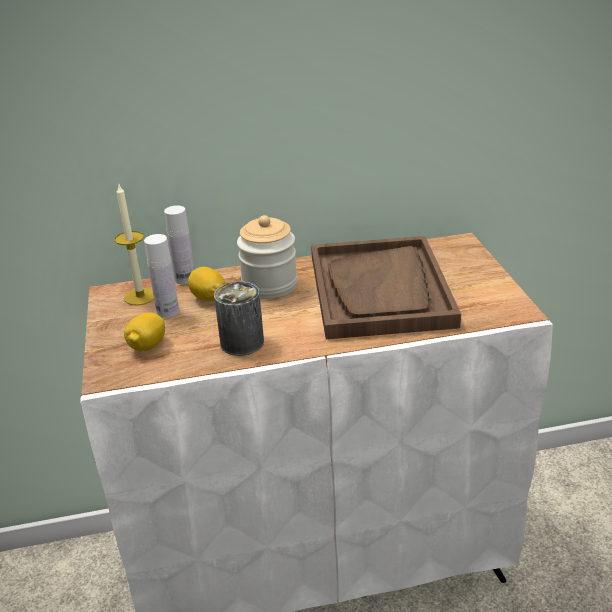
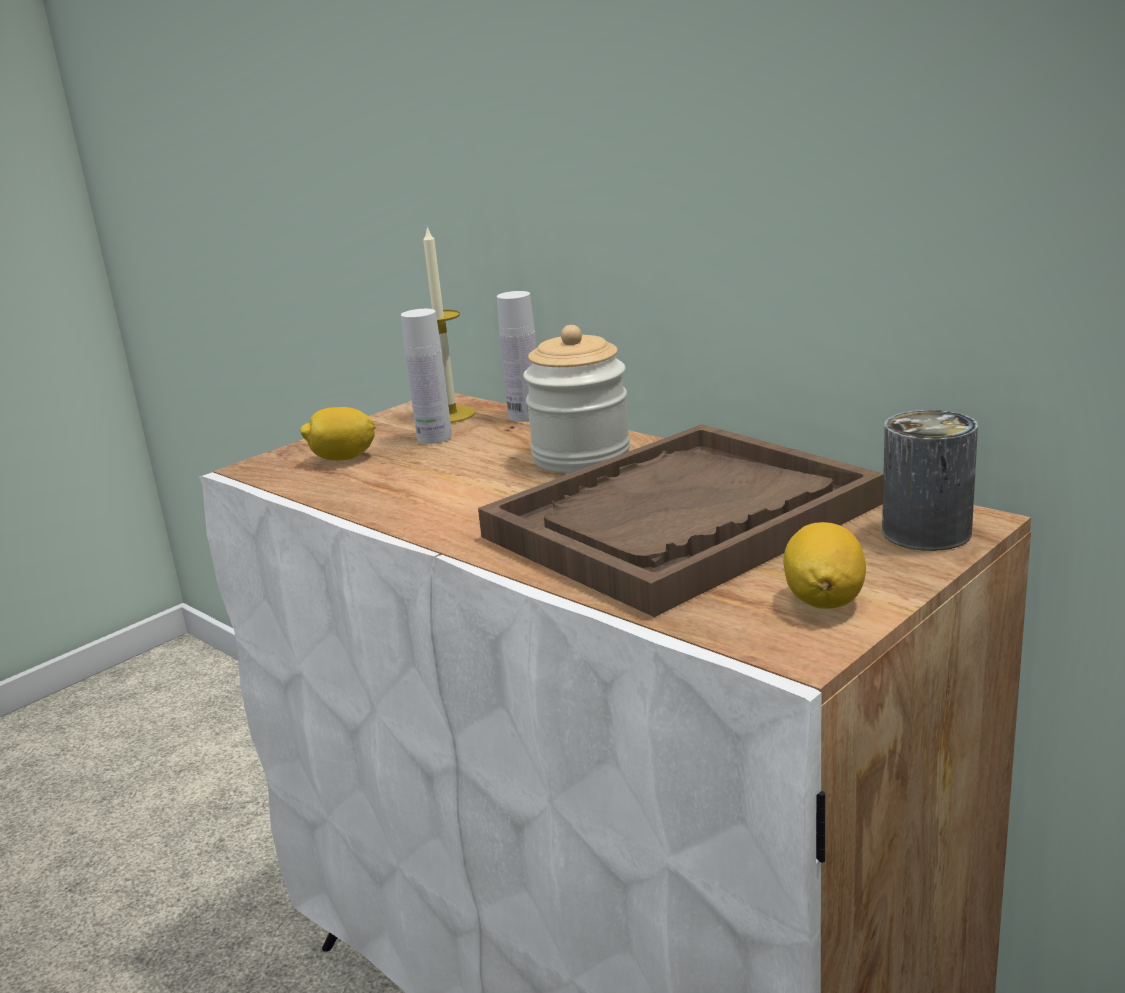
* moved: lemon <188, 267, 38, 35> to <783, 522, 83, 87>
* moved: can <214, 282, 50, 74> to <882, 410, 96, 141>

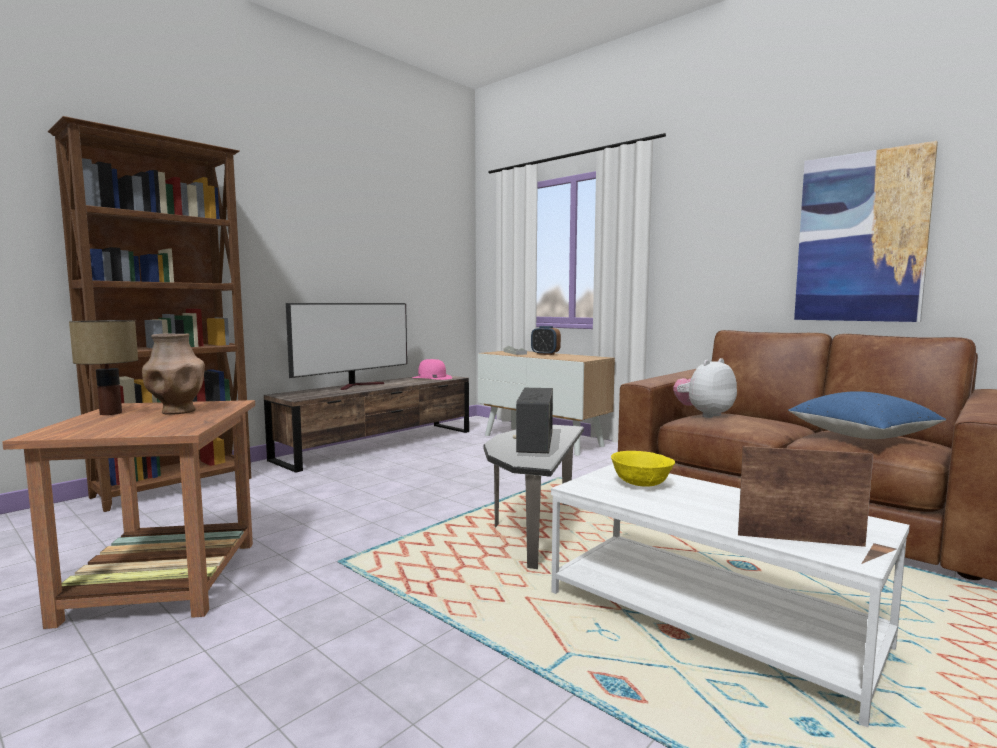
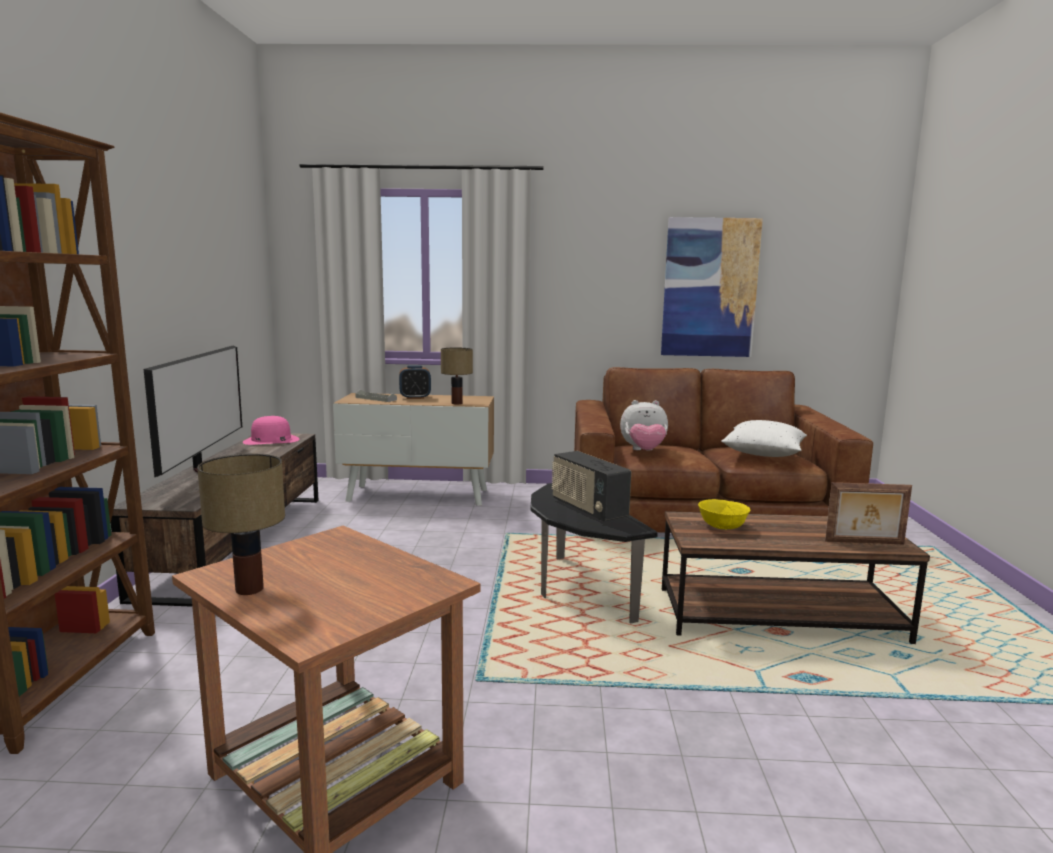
* added: table lamp <441, 347, 32, 57>
* turned: plush toy <673, 358, 64, 60> = <620, 400, 48, 51> 105 degrees counterclockwise
* recoloured: white coffee table <551, 464, 359, 263> to brown coffee table <662, 511, 268, 133>
* recoloured: blue pillow <788, 391, 158, 48> to white pillow <721, 420, 86, 37>
* turned: picture frame <738, 446, 135, 101> = <825, 482, 87, 62> 150 degrees counterclockwise
* removed: brown vase <142, 334, 63, 81>

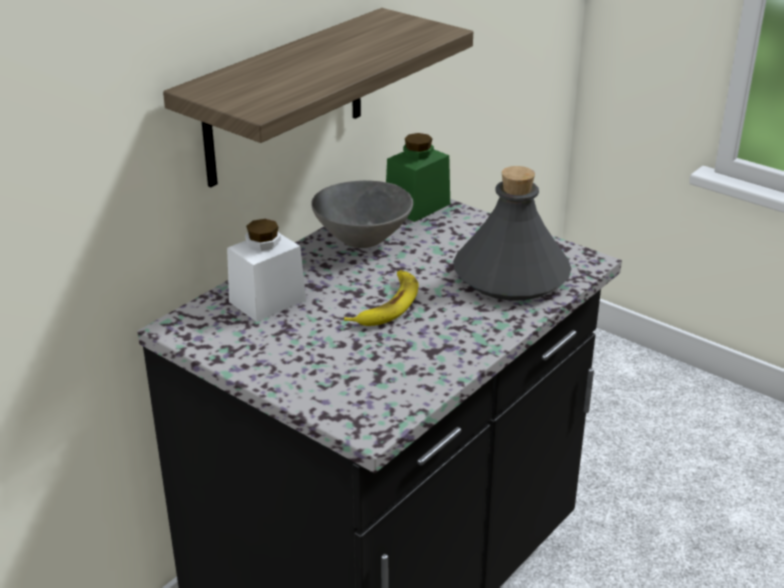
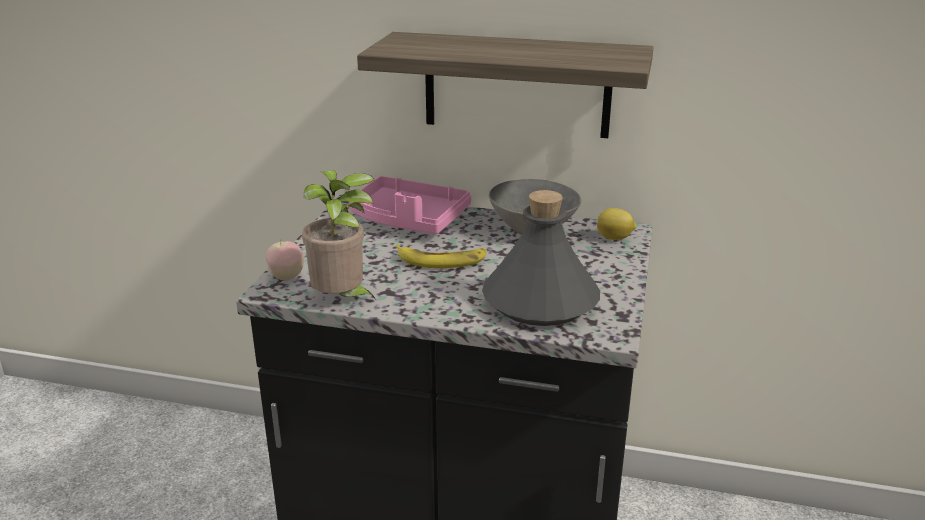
* added: apple <266, 240, 38, 40>
* added: potted plant <302, 171, 73, 127>
* replaced: white jar <227, 219, 79, 103> to pink tray <349, 176, 122, 58>
* replaced: green jar <386, 133, 64, 89> to lemon <597, 208, 39, 32>

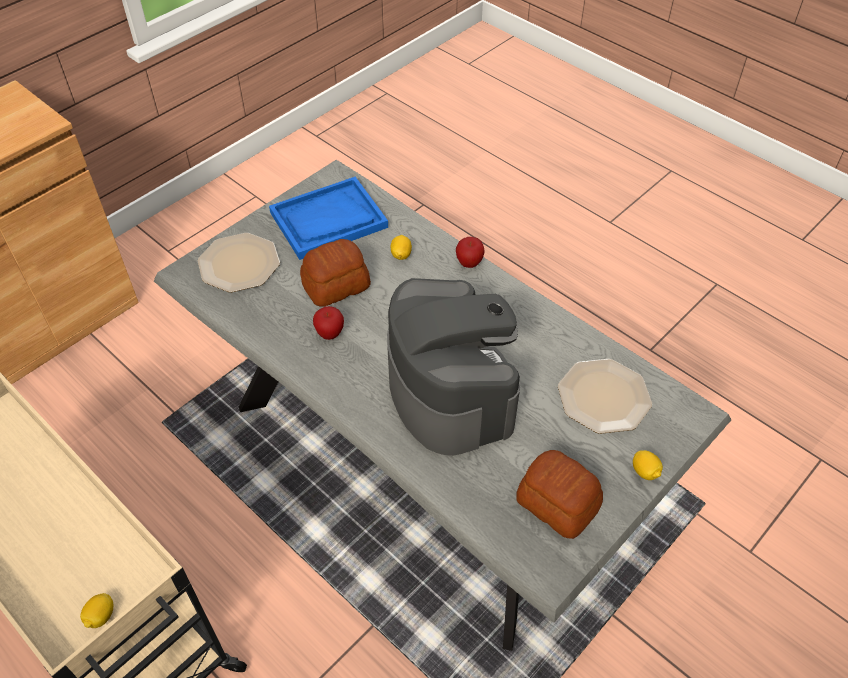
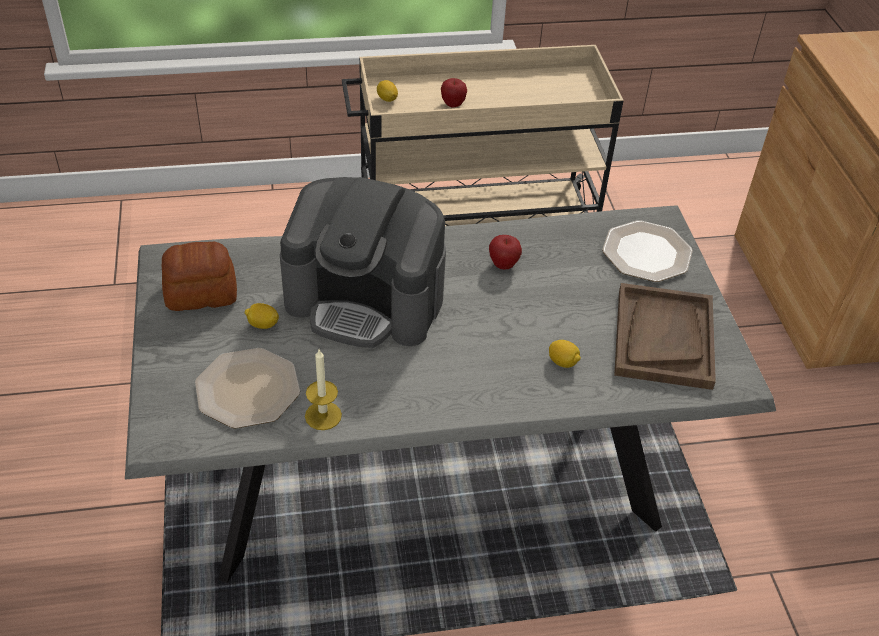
* moved: lemon <633, 450, 30, 30> to <245, 303, 34, 26>
* added: candle <305, 350, 37, 80>
* moved: apple <456, 237, 29, 31> to <441, 78, 26, 30>
* recoloured: blue tray <269, 177, 119, 83> to brown tray <614, 283, 102, 107>
* removed: bread <300, 239, 71, 68>

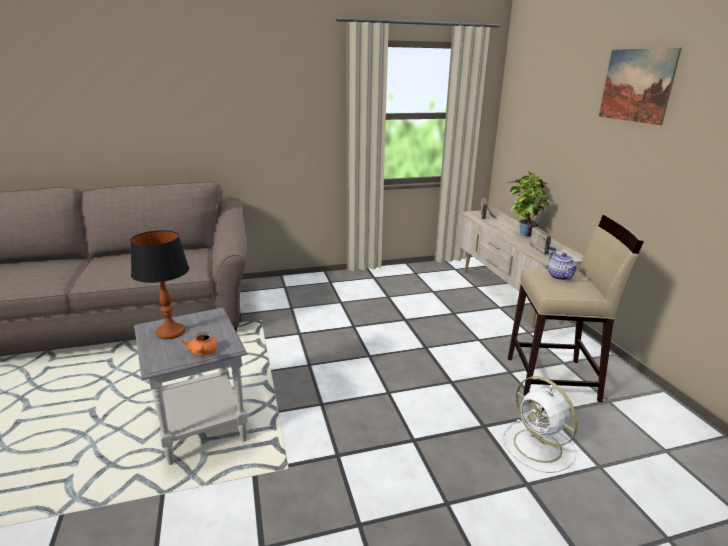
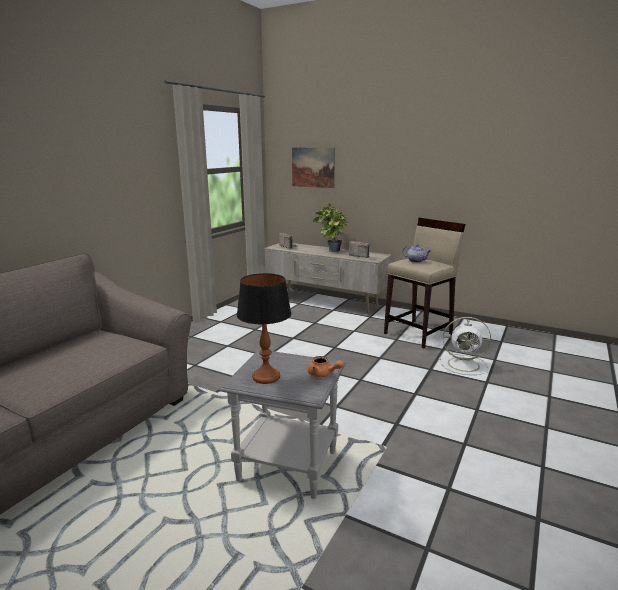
* moved: picture <599, 48, 82, 77> to <292, 148, 43, 40>

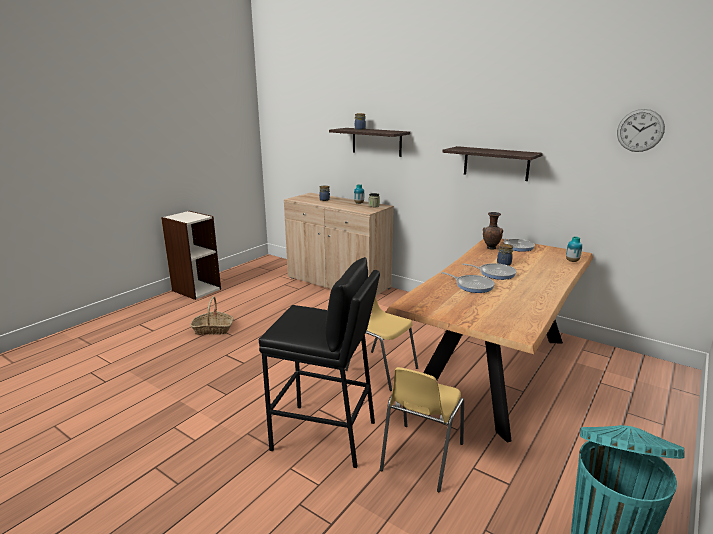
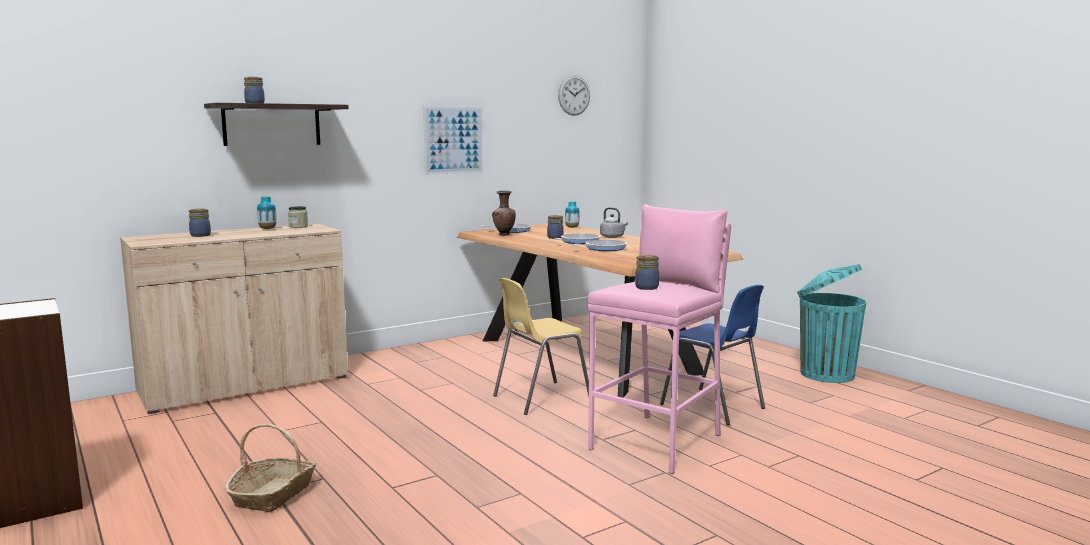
* replaced: shelf <442, 146, 101, 35> to picture <423, 106, 61, 69>
* recoloured: black stool <259, 257, 121, 211> to pink stool <587, 204, 144, 270>
* added: grey kettle <600, 207, 28, 31>
* added: jar <635, 255, 24, 35>
* recoloured: yellow chair <380, 367, 84, 125> to blue chair <660, 285, 105, 140>

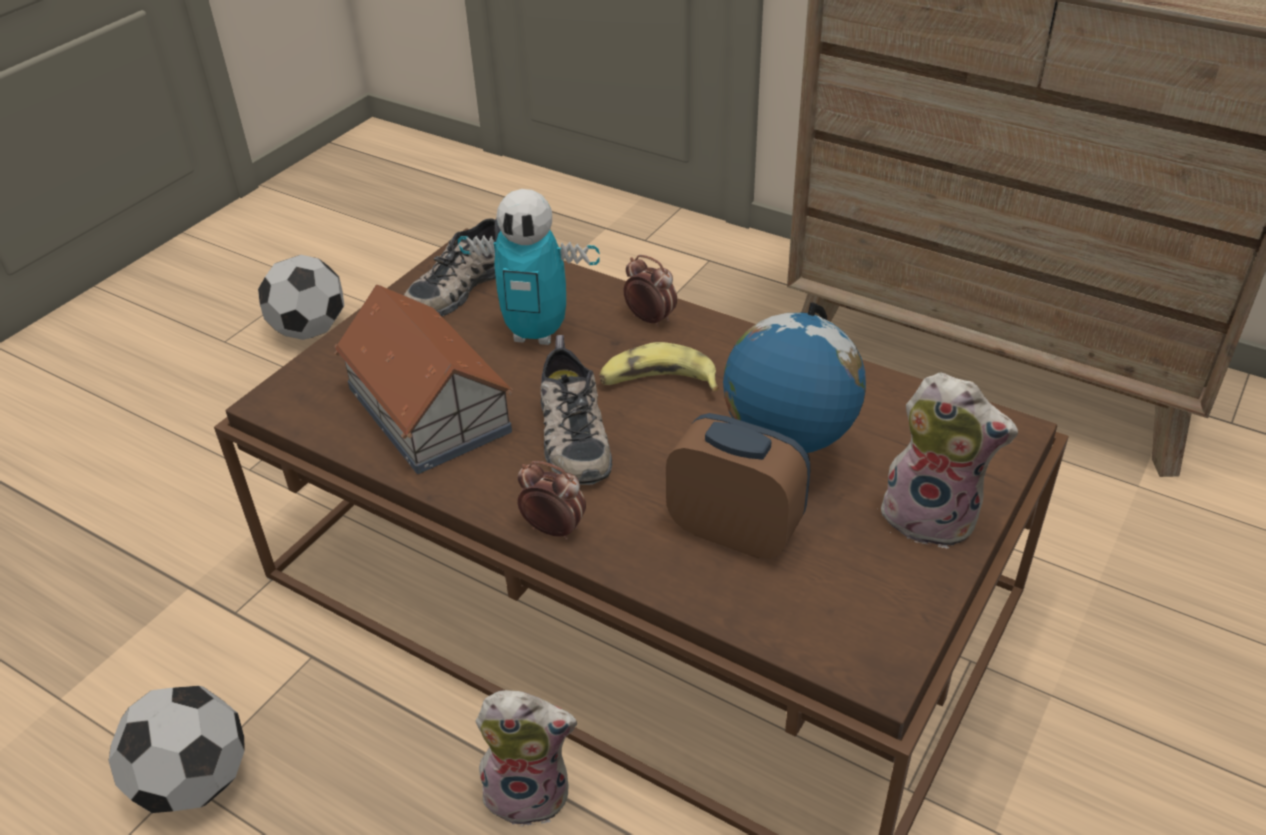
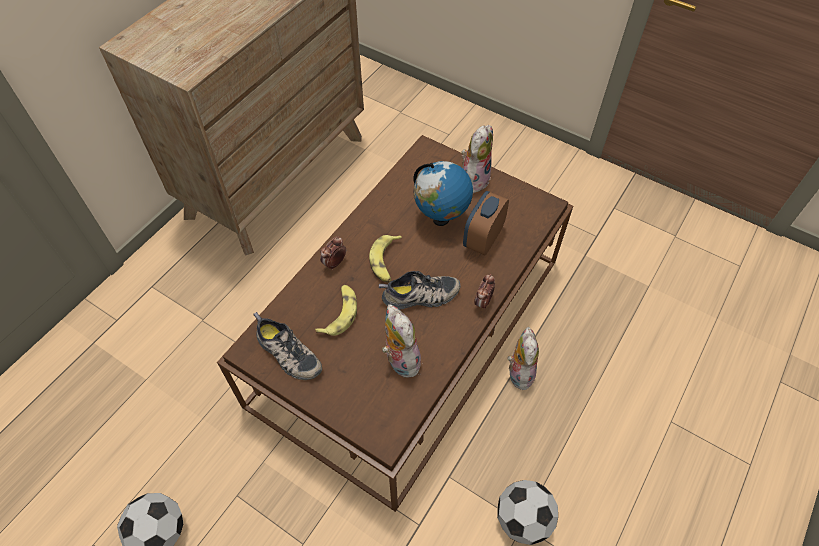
* replaced: toy robot <458, 189, 142, 156> to banana <315, 285, 42, 51>
* replaced: toy house <334, 285, 179, 189> to plush toy <382, 304, 41, 73>

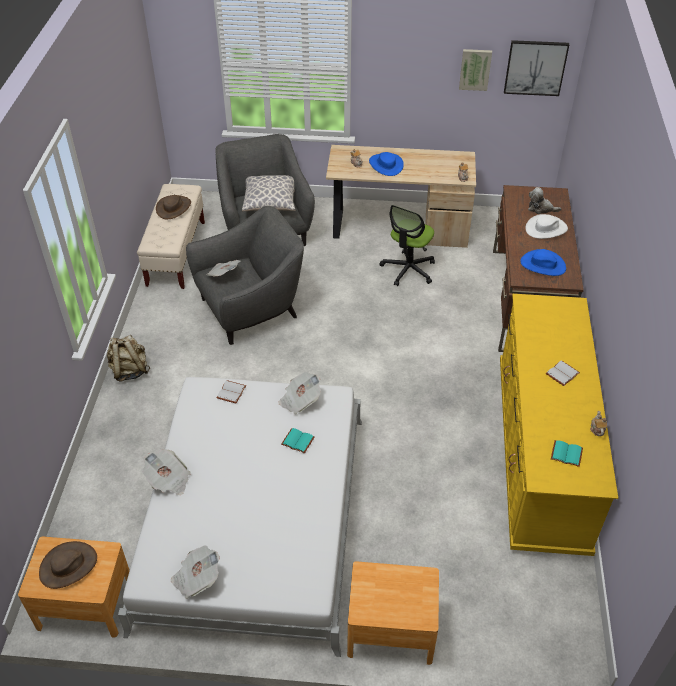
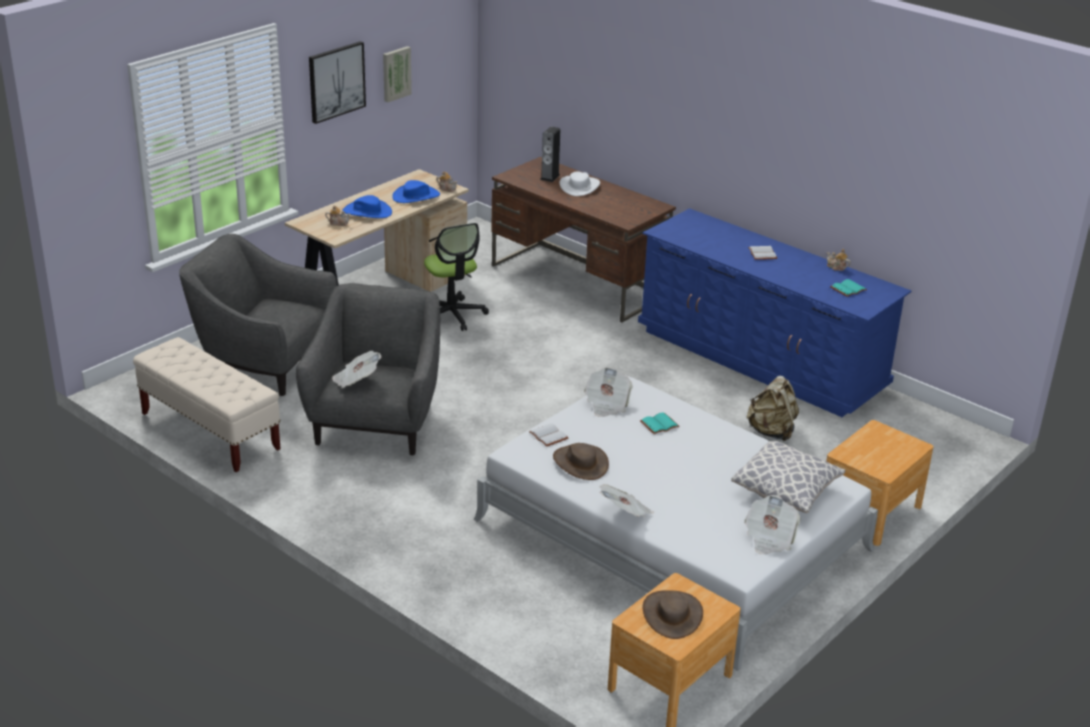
* moved: picture <504, 40, 65, 56> to <309, 41, 57, 83>
* moved: blue hat <520, 249, 46, 27> to <392, 180, 48, 23>
* replaced: plush toy <528, 187, 33, 27> to speaker <540, 126, 20, 56>
* moved: brown hat <156, 195, 35, 24> to <553, 443, 56, 37>
* recoloured: yellow dresser <500, 294, 118, 262> to blue dresser <638, 209, 273, 208>
* moved: pillow <242, 175, 53, 36> to <731, 441, 114, 72>
* moved: beige backpack <107, 335, 43, 47> to <747, 376, 52, 65>

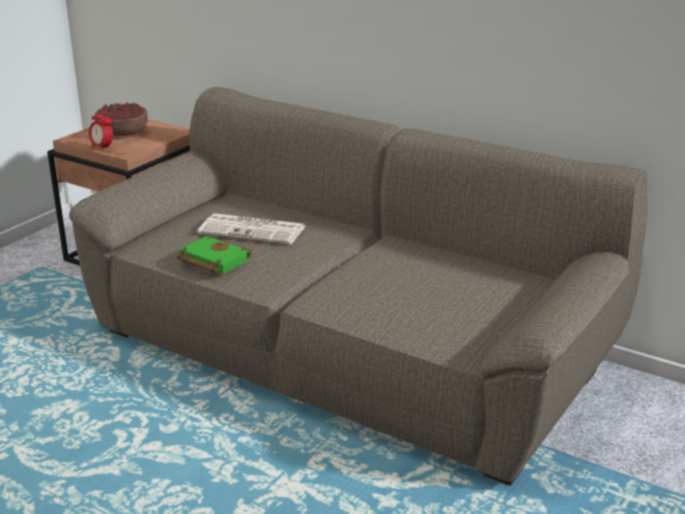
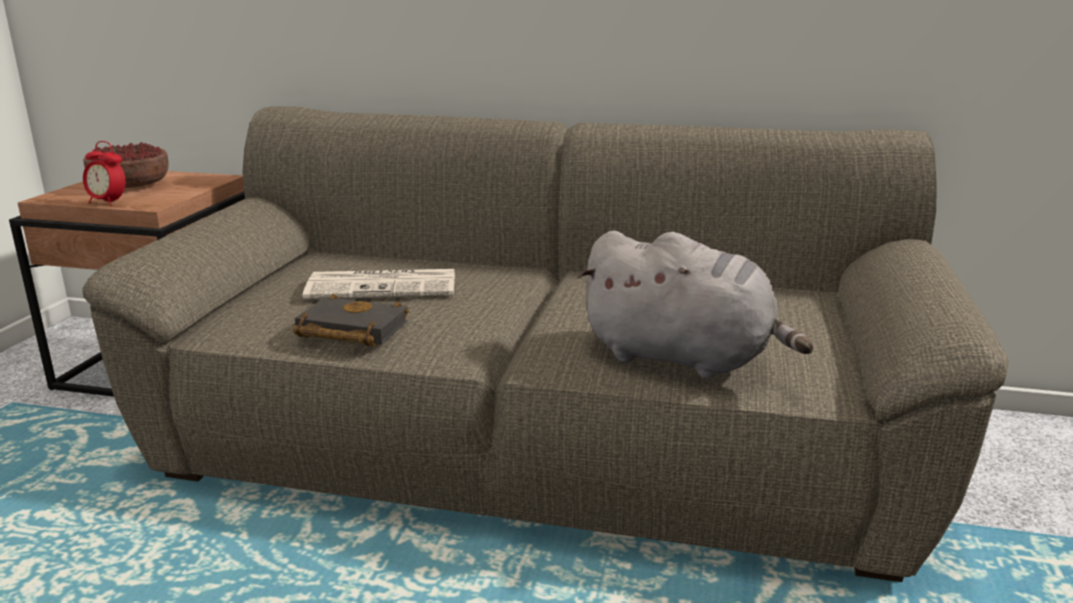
* recoloured: green book <177, 235, 75, 40> to black book <293, 294, 116, 53>
* added: grey plush toy <577, 230, 237, 149>

